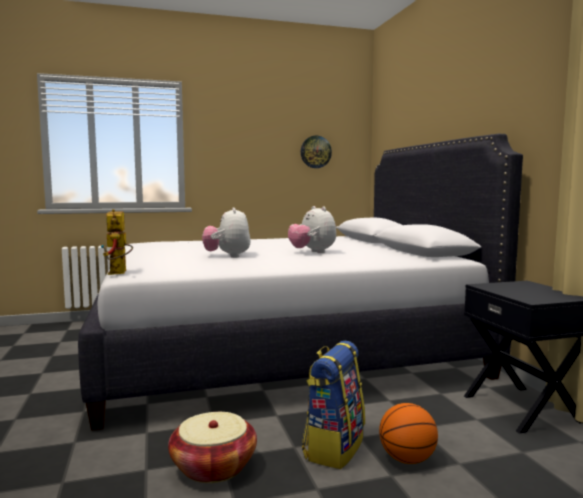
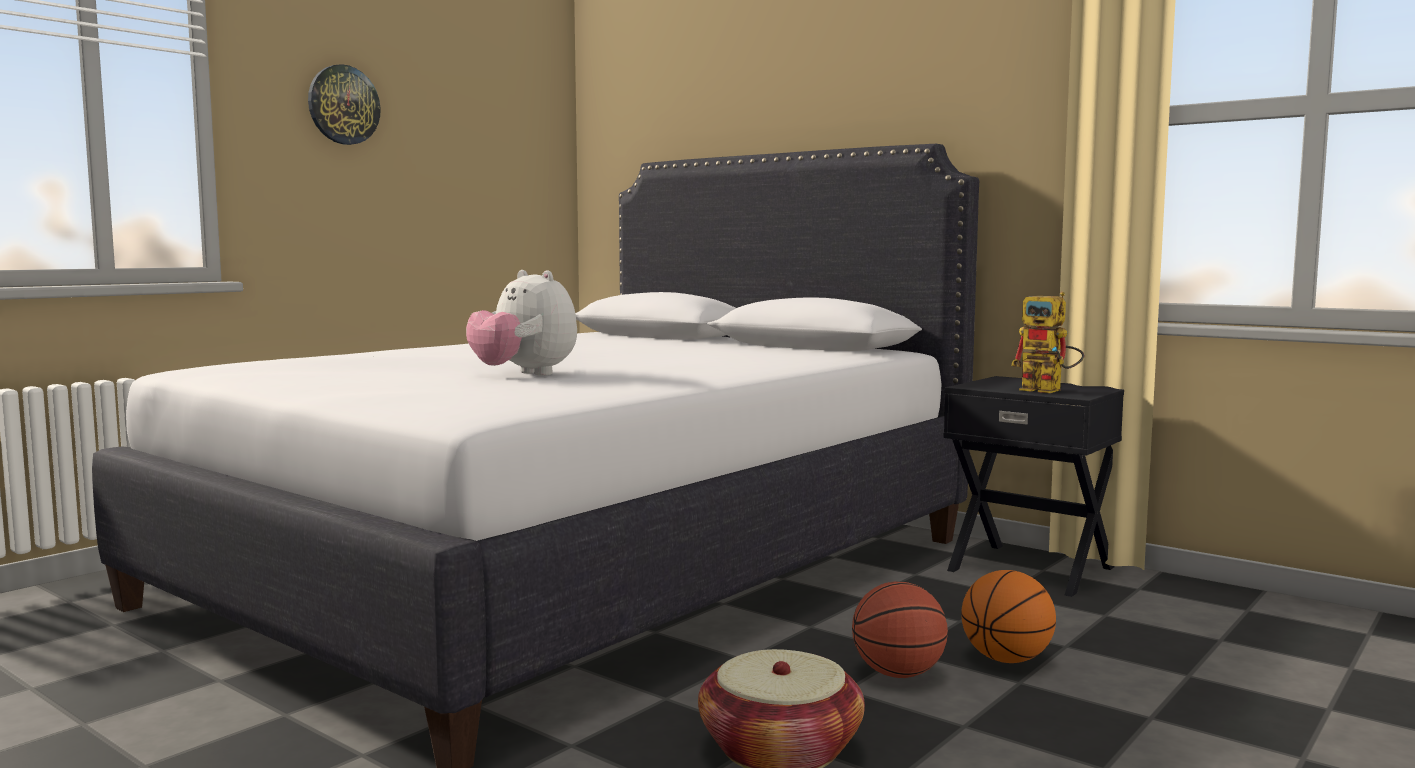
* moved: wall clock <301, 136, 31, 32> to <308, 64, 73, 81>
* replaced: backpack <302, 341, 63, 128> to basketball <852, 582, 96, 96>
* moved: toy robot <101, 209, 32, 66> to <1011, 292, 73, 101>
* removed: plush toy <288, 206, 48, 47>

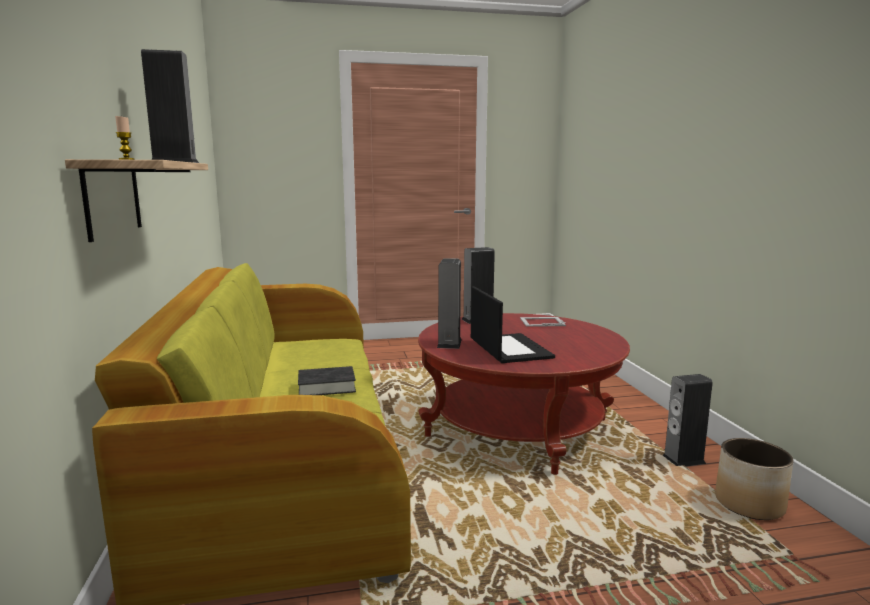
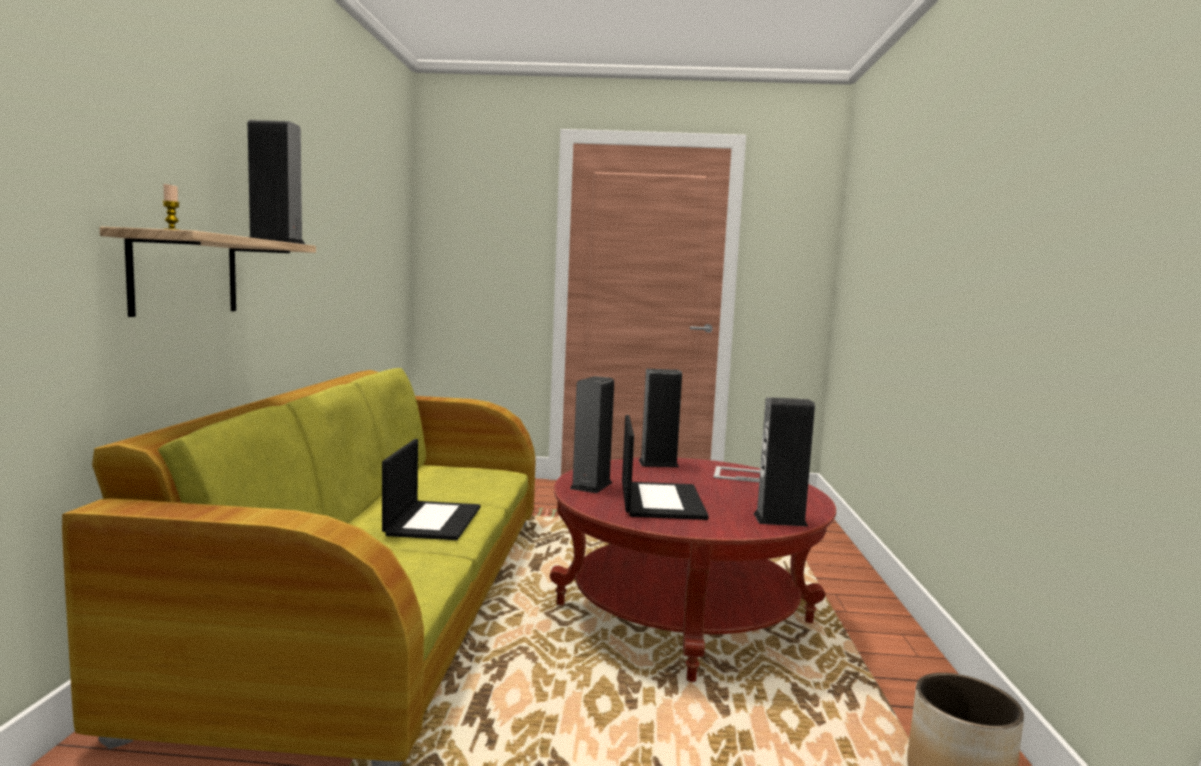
* replaced: black book <298, 366, 58, 29> to laptop <382, 439, 98, 101>
* moved: speaker <663, 374, 50, 92> to <753, 397, 62, 130>

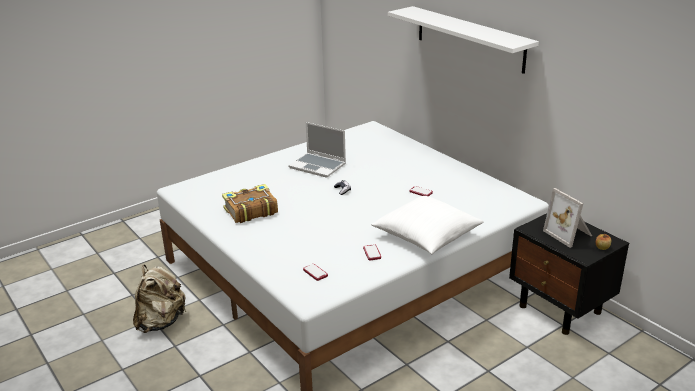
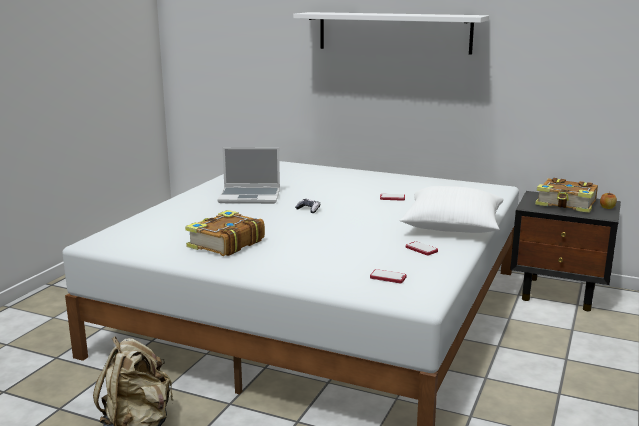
* replaced: picture frame <543, 188, 49, 60> to book <535, 178, 63, 35>

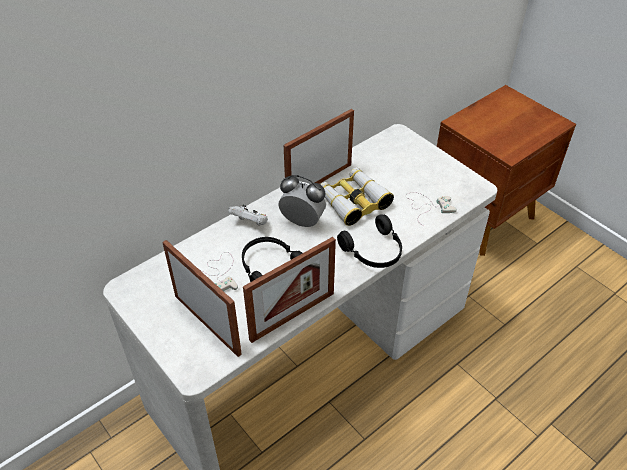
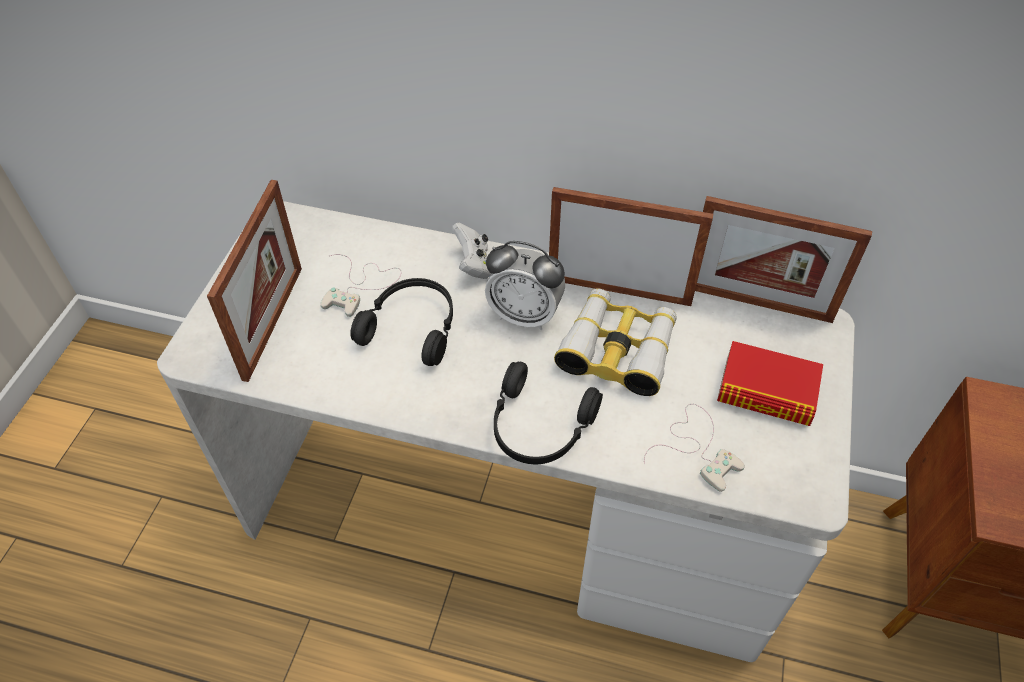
* turned: alarm clock <278, 175, 49, 52> = <485, 241, 80, 89> 120 degrees clockwise
* moved: picture frame <243, 237, 93, 106> to <695, 196, 177, 127>
* added: book <717, 341, 106, 85>

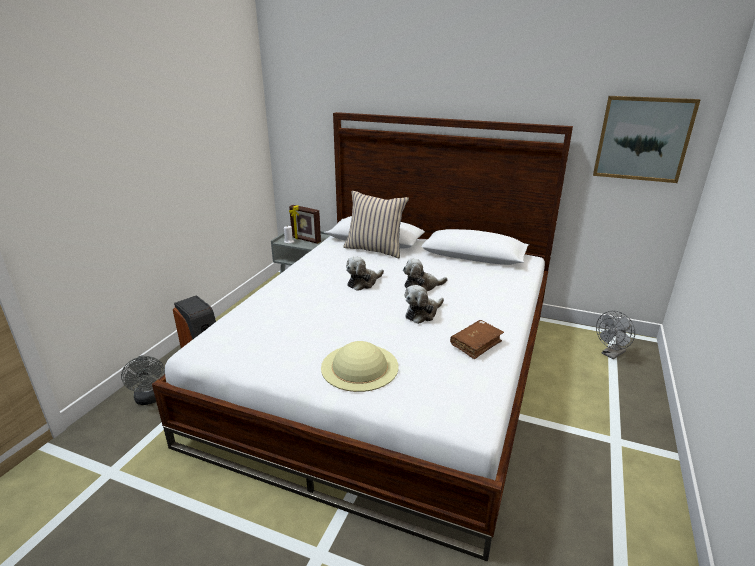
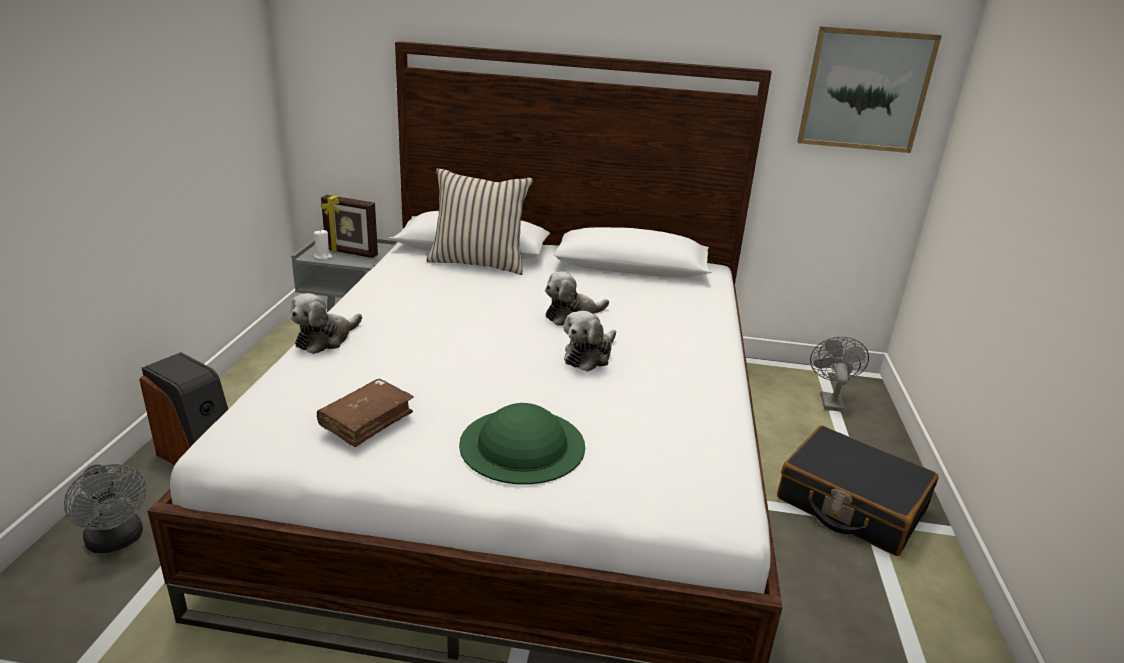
* moved: plush toy <346, 256, 38, 34> to <290, 293, 72, 61>
* moved: brown book <450, 320, 54, 39> to <317, 379, 97, 68>
* recoloured: beige hat <321, 341, 78, 51> to green hat <459, 403, 126, 82>
* added: black suitcase <777, 426, 162, 130>
* turned: grey fan <596, 311, 39, 48> = <810, 337, 59, 75> 150 degrees clockwise

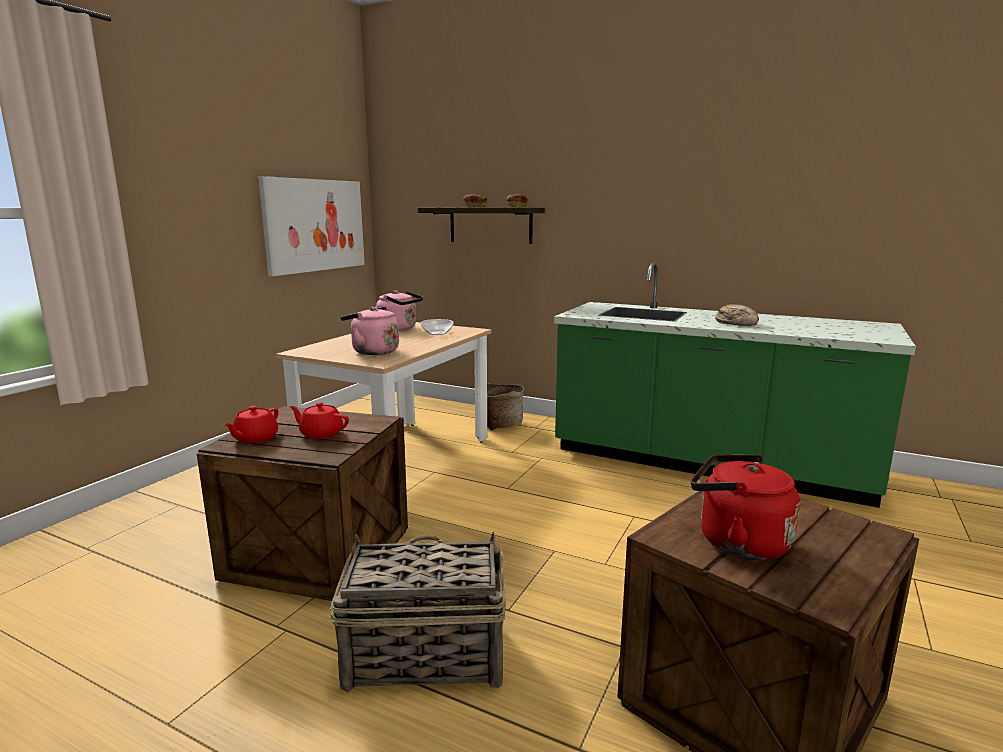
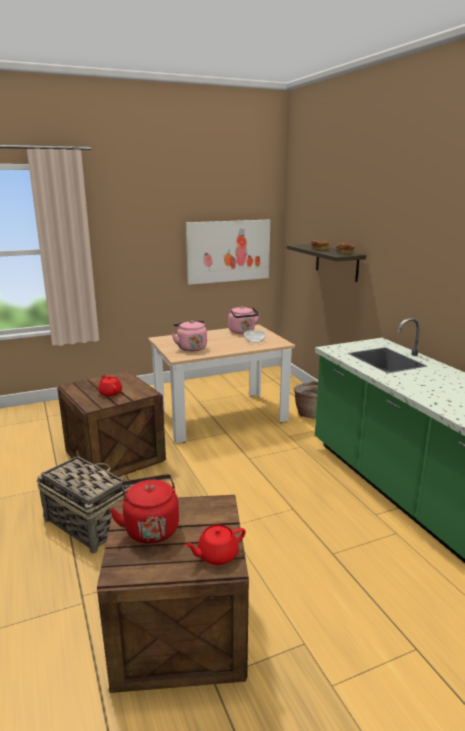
* moved: red teapot <224, 406, 55, 38> to <185, 525, 61, 40>
* removed: bread <715, 304, 44, 22>

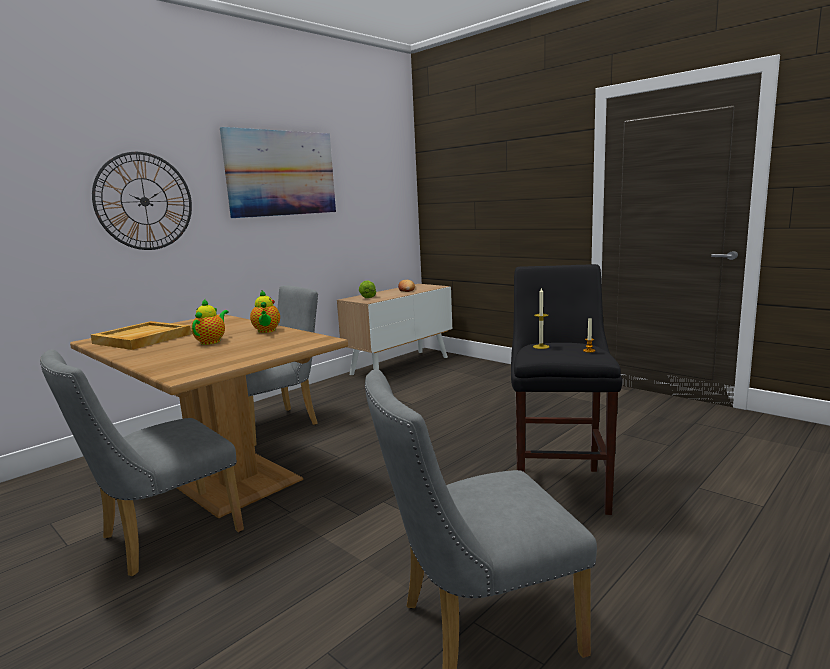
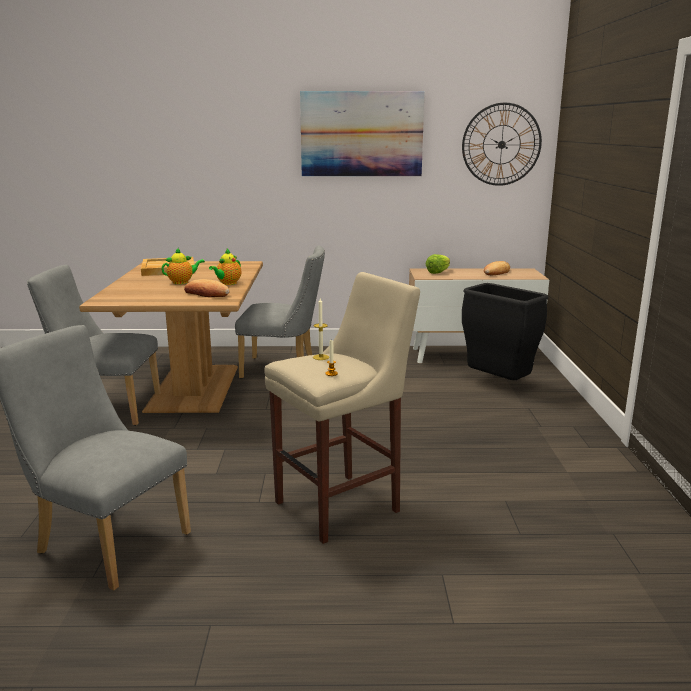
* added: bread <184, 279, 46, 18>
* recoloured: black stool <511, 264, 112, 251> to beige stool <264, 272, 156, 272>
* moved: wall clock <92, 152, 100, 98> to <462, 103, 80, 83>
* added: black trash can <462, 283, 86, 97>

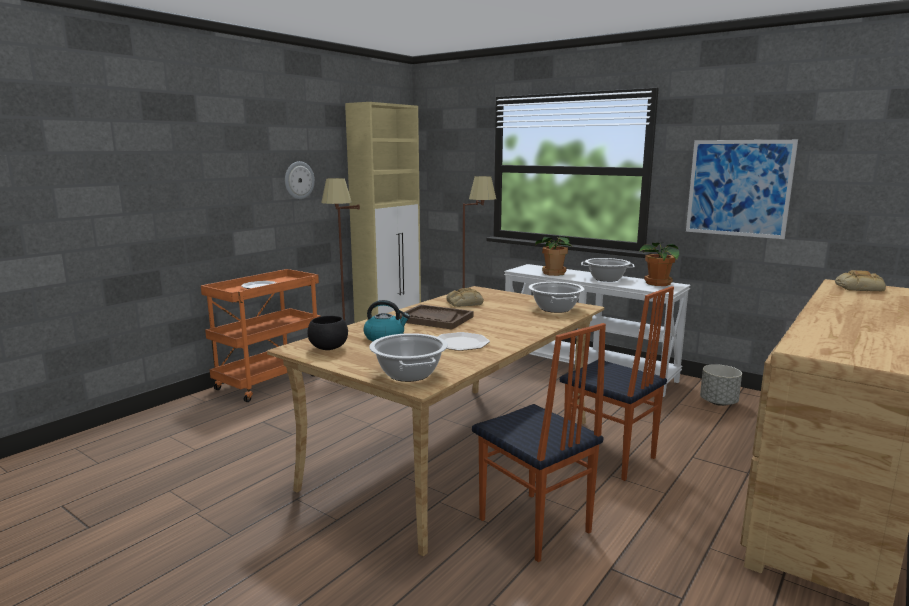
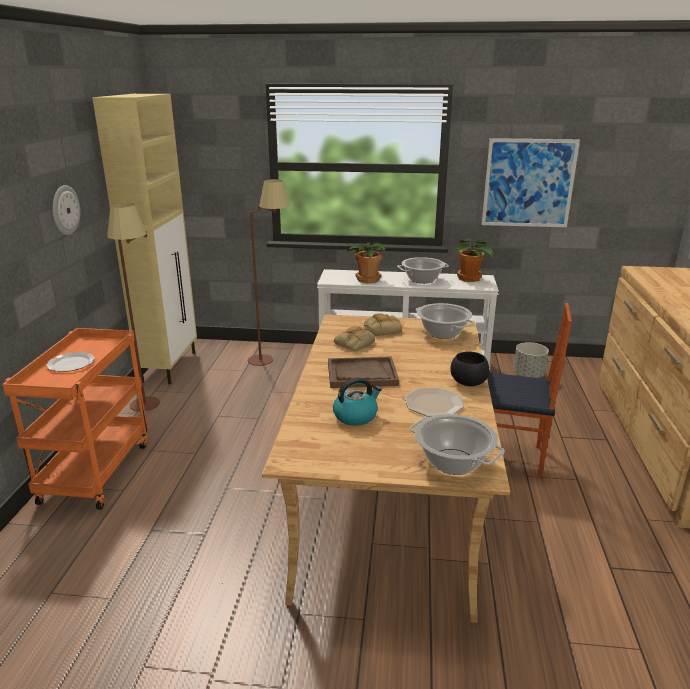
* moved: bread <835, 270, 51, 21> to <364, 313, 38, 23>
* moved: black bowl <307, 316, 41, 34> to <451, 352, 38, 34>
* removed: chair <472, 323, 134, 239>

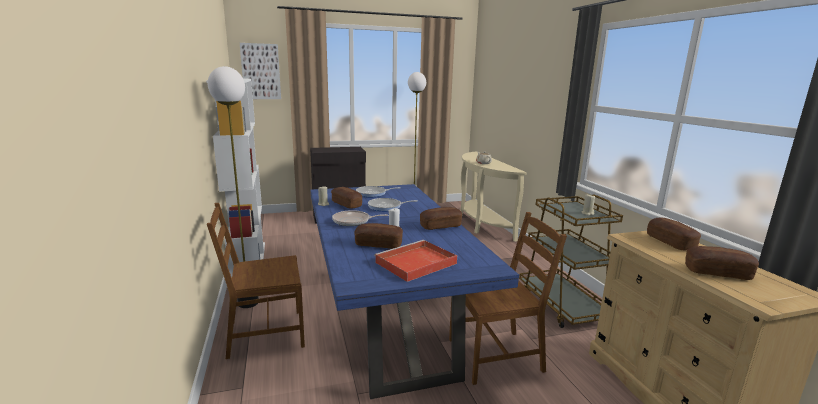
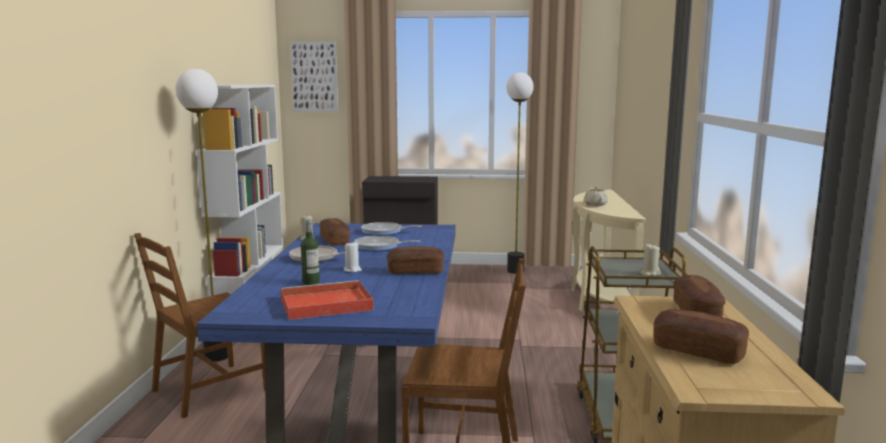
* turned: brown chair <207, 203, 98, 156> = <134, 233, 131, 185> 45 degrees counterclockwise
* replaced: bread <354, 223, 49, 26> to bottle <301, 220, 19, 65>

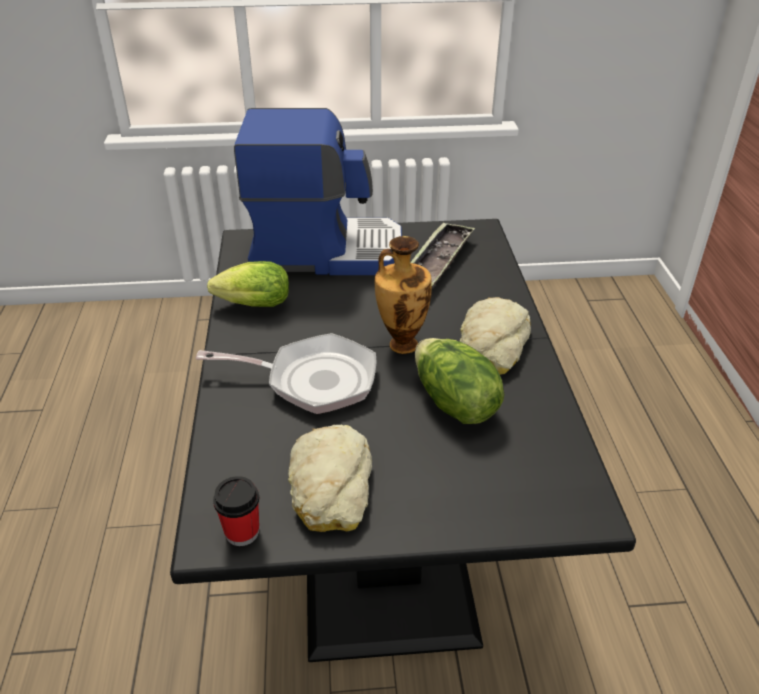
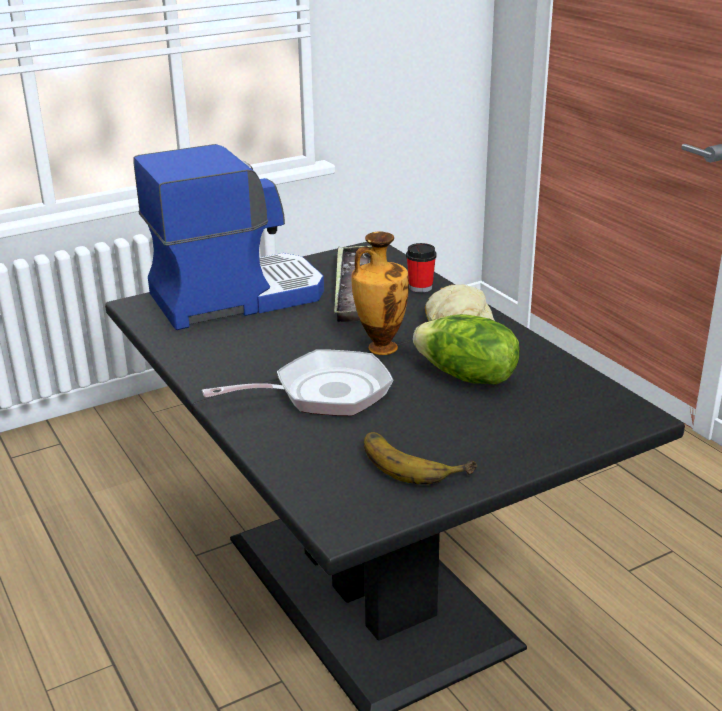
* replaced: bread <288, 425, 84, 107> to banana <364, 432, 113, 53>
* moved: cup <213, 476, 46, 70> to <406, 243, 31, 49>
* removed: lettuce <207, 261, 82, 46>

